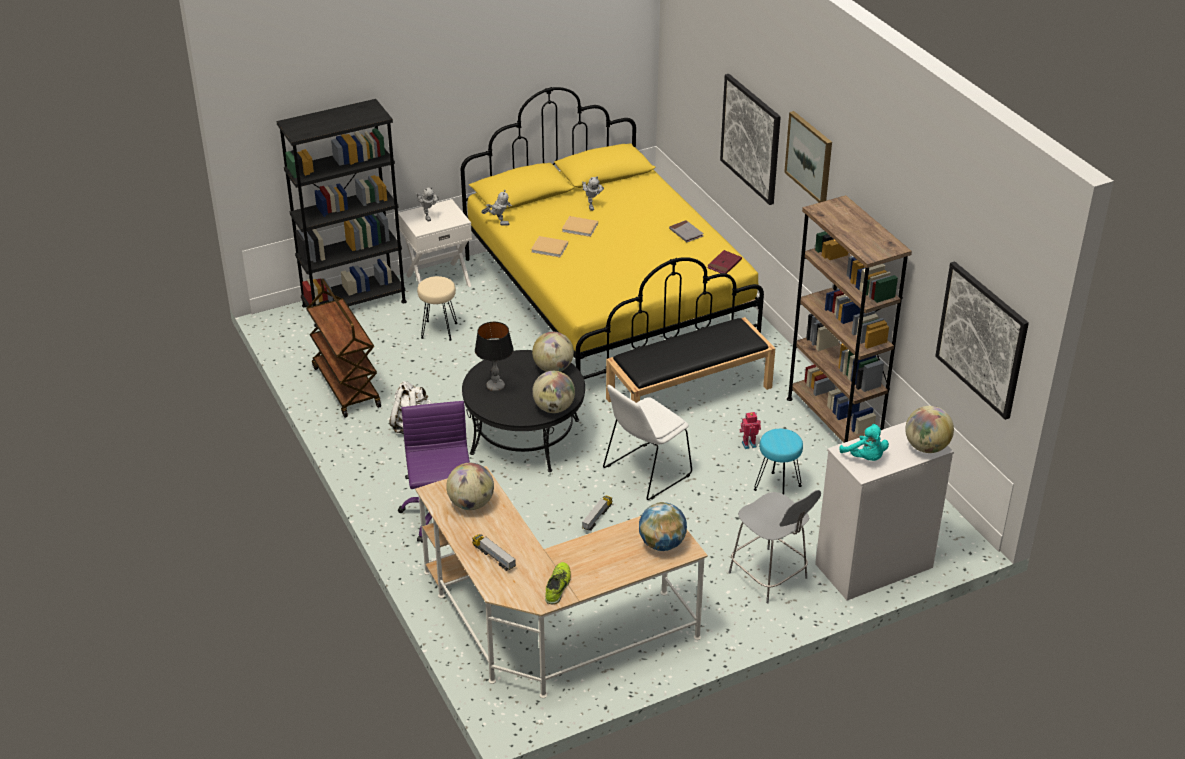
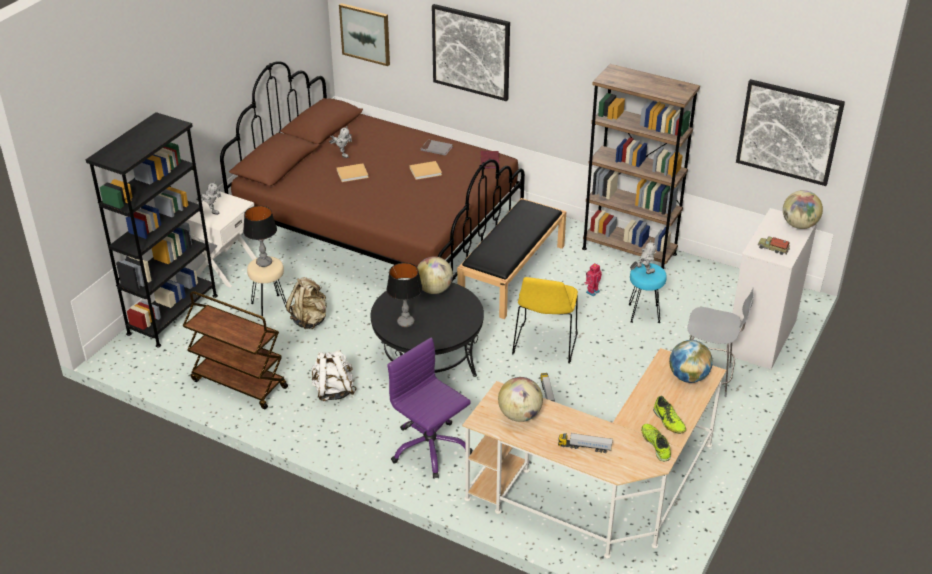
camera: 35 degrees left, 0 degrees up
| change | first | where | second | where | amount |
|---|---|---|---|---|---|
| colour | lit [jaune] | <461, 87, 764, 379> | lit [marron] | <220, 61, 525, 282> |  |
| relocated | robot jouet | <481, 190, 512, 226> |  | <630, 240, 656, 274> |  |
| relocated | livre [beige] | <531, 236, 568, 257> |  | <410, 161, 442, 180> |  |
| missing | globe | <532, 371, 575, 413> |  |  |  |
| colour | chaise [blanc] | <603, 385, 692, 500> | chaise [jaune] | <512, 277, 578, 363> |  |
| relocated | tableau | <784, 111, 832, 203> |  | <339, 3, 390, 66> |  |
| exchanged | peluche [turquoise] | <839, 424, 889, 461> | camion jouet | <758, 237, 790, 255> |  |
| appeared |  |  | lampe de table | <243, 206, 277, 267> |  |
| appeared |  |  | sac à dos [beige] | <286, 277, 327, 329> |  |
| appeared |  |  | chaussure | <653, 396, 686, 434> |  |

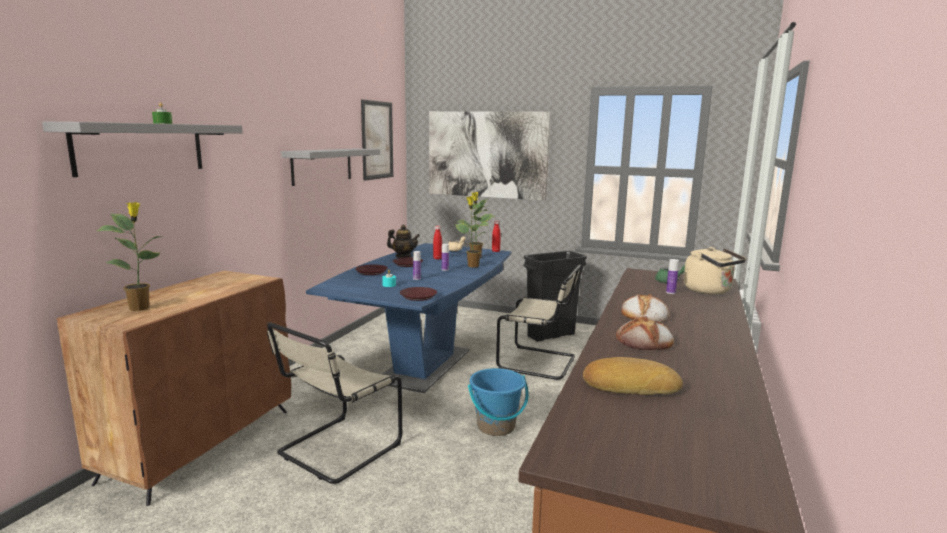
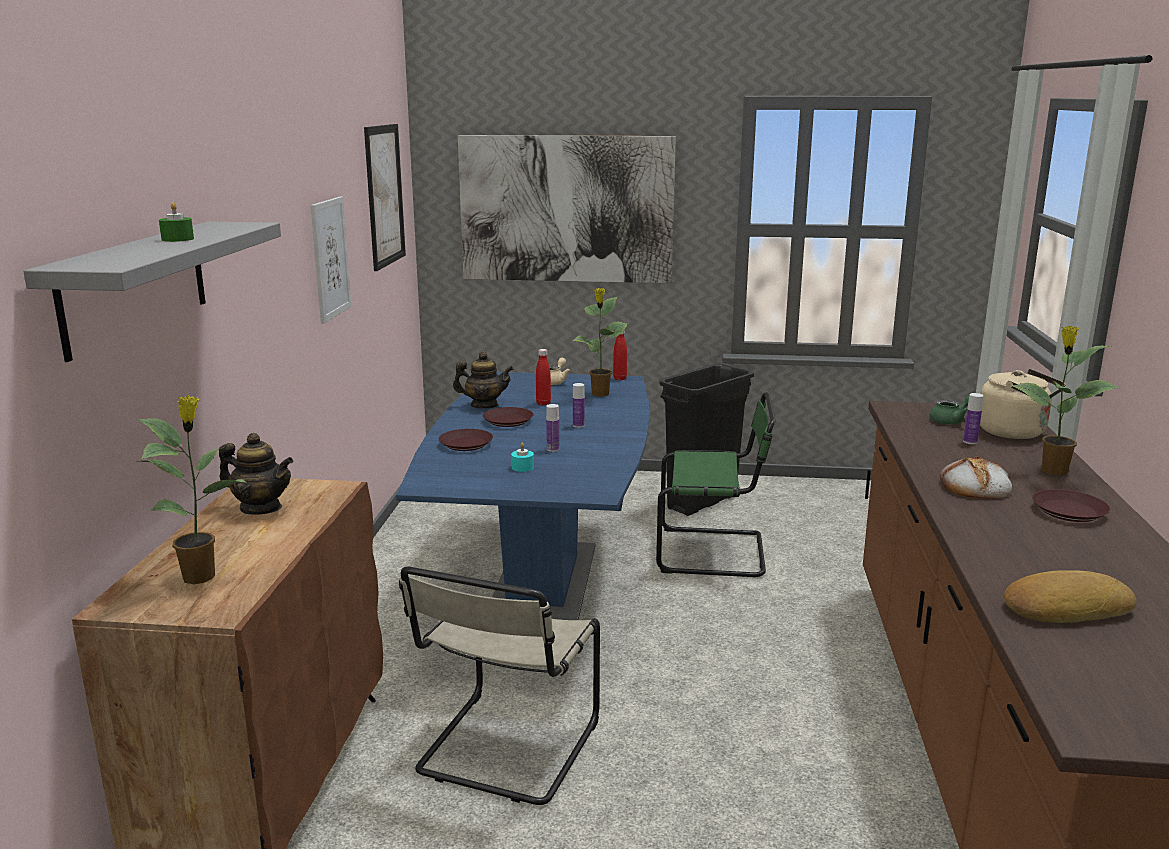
camera: 15 degrees left, 5 degrees up
| change | first | where | second | where | amount |
|---|---|---|---|---|---|
| exchanged | étagère [gris] | <281, 148, 380, 186> | tableau | <311, 197, 351, 323> |  |
| relocated | assiette [marron] | <400, 287, 437, 301> |  | <1032, 489, 1110, 522> |  |
| relocated | plante en pot | <455, 196, 489, 268> |  | <1011, 326, 1120, 476> |  |
| missing | seau [bleu] | <468, 368, 529, 436> |  |  |  |
| colour | chaise [beige] | <496, 264, 581, 380> | chaise [vert] | <656, 392, 776, 577> |  |
| missing | pain | <616, 316, 674, 350> |  |  |  |
| appeared |  |  | théière | <219, 433, 293, 515> |  |

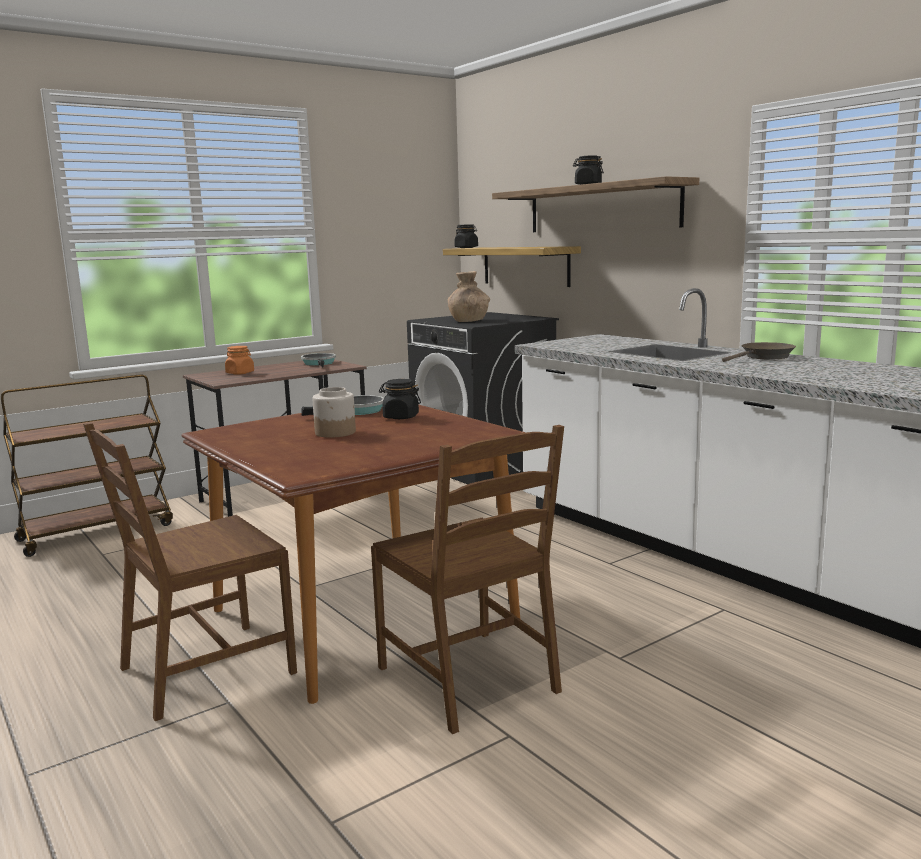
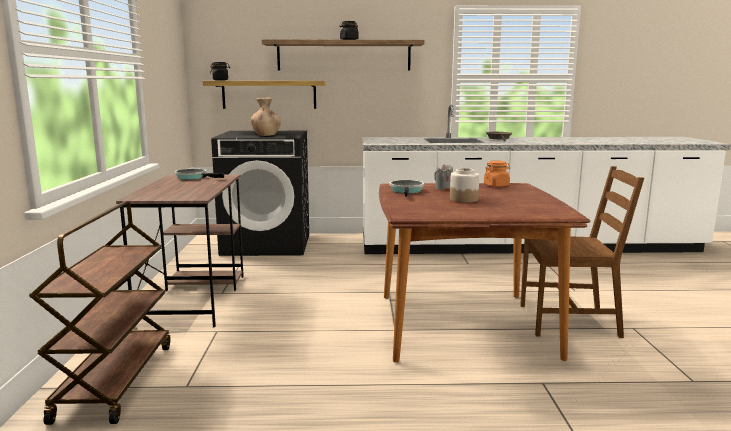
camera: 55 degrees left, 0 degrees up
| change | first | where | second | where | amount |
|---|---|---|---|---|---|
| missing | chaise [marron] | <83, 422, 297, 721> |  |  |  |
| relocated | bocal [orange] | <225, 346, 254, 375> |  | <484, 161, 510, 187> |  |
| exchanged | bocal [noir] | <379, 379, 421, 419> | bougie [gris] | <434, 164, 453, 190> |  |

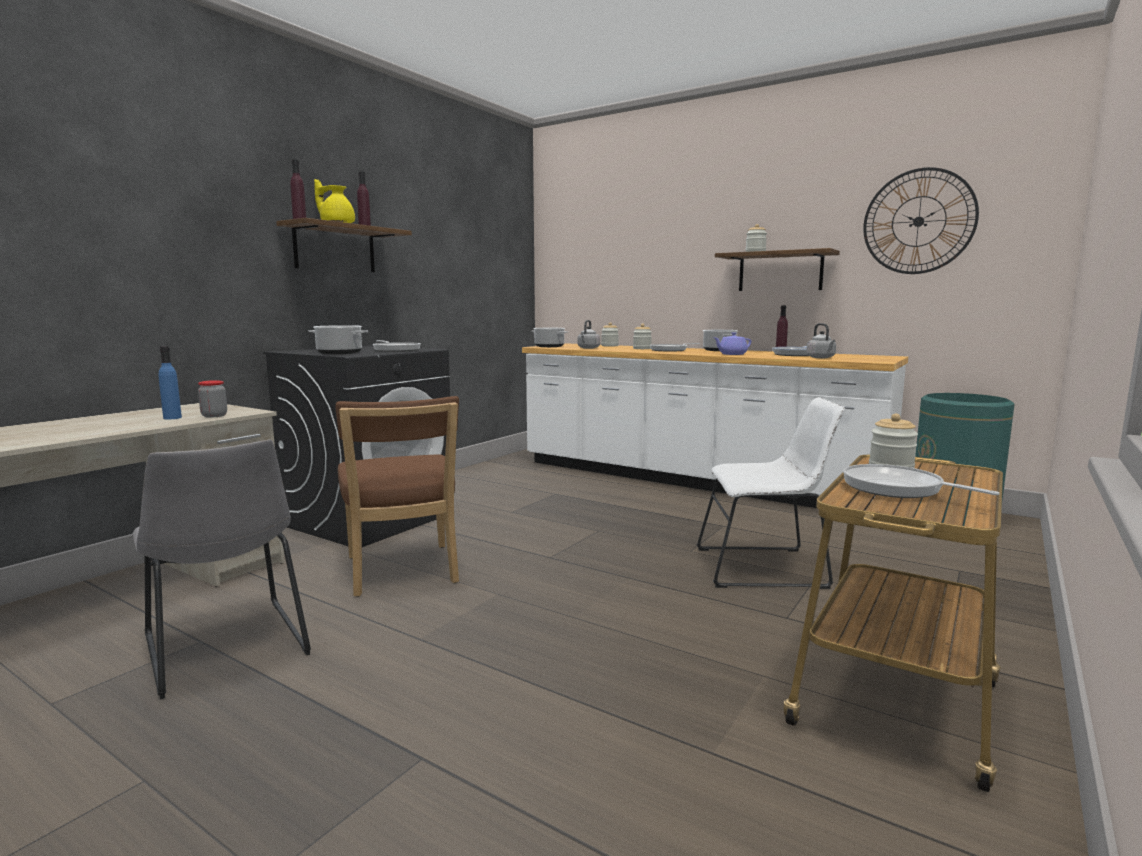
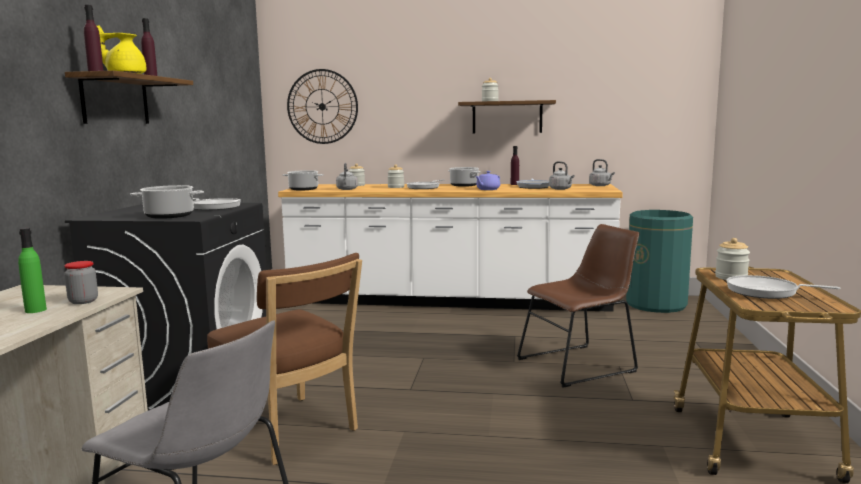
camera: 25 degrees left, 0 degrees up
| change | first | where | second | where | amount |
|---|---|---|---|---|---|
| colour | bouteille [bleu] | <158, 346, 182, 420> | bouteille [vert] | <18, 228, 47, 313> |  |
| colour | chaise [blanc] | <696, 397, 845, 589> | chaise [marron] | <517, 224, 640, 388> |  |
| relocated | horloge murale | <863, 167, 979, 274> |  | <287, 69, 358, 144> |  |
| appeared |  |  | bouilloire [gris] | <589, 159, 615, 186> |  |

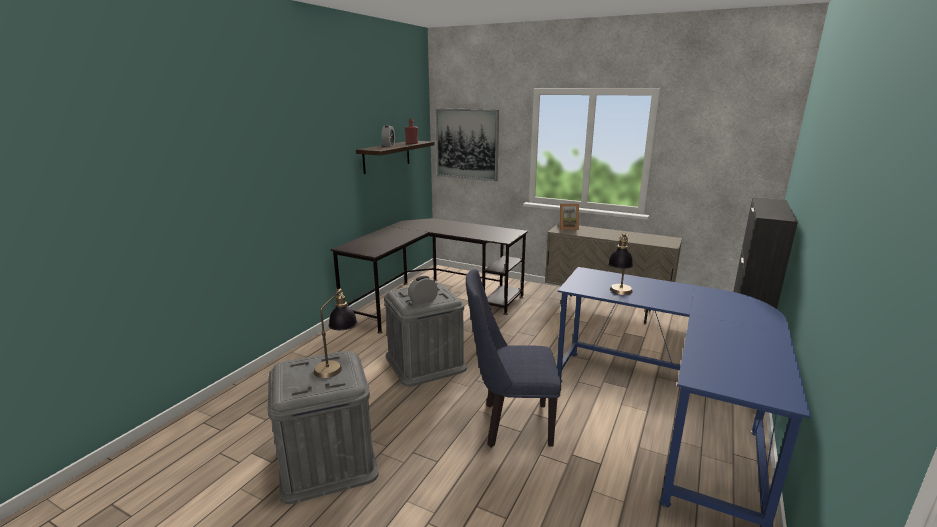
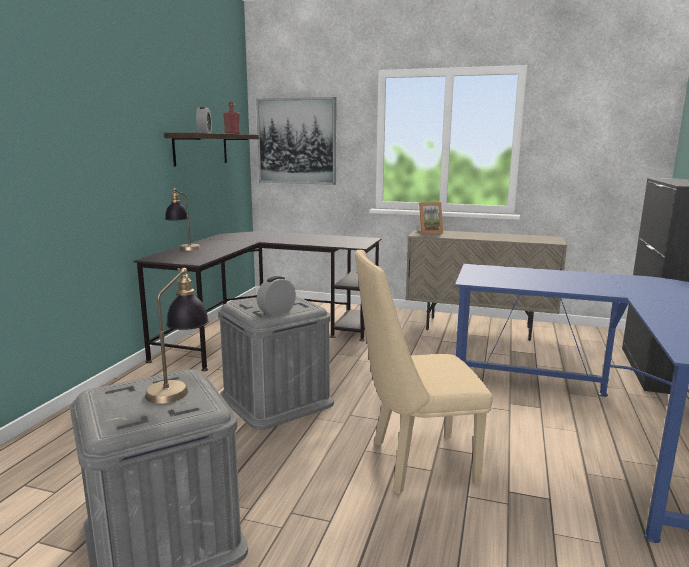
camera: 10 degrees left, 5 degrees down
| change | first | where | second | where | amount |
|---|---|---|---|---|---|
| colour | chaise [bleu] | <466, 269, 561, 448> | chaise [beige] | <355, 250, 493, 494> |  |
| relocated | lampe de table | <608, 233, 633, 295> |  | <165, 188, 201, 251> |  |

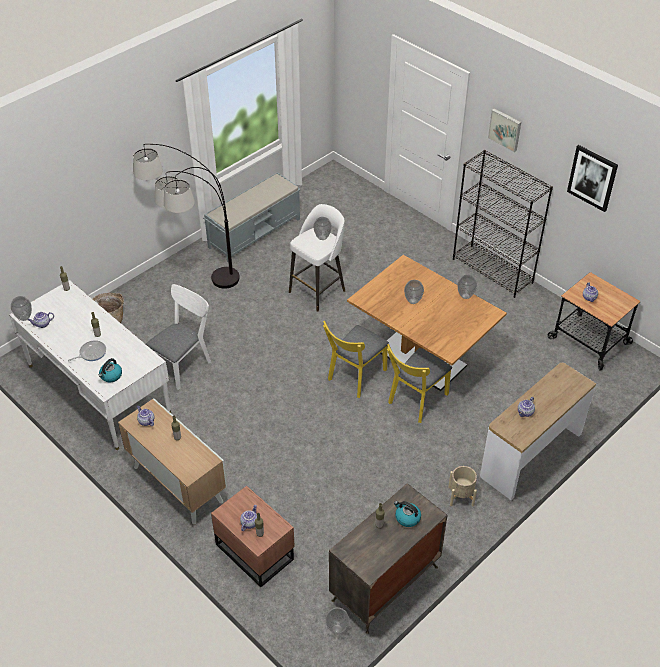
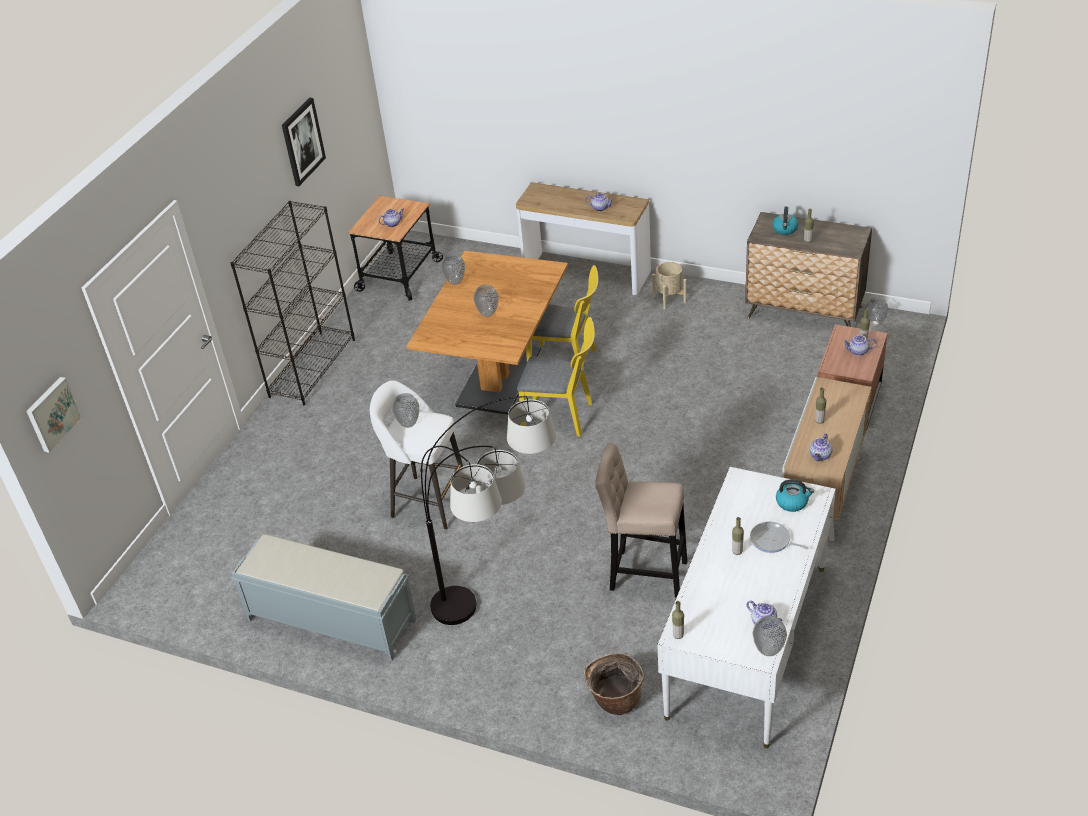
camera: 110 degrees left, 5 degrees down
| change | first | where | second | where | amount |
|---|---|---|---|---|---|
| exchanged | chaise [blanc] | <146, 284, 211, 390> | tabouret [beige] | <595, 442, 687, 598> |  |
| relocated | tableau | <488, 108, 521, 152> |  | <26, 377, 82, 453> |  |

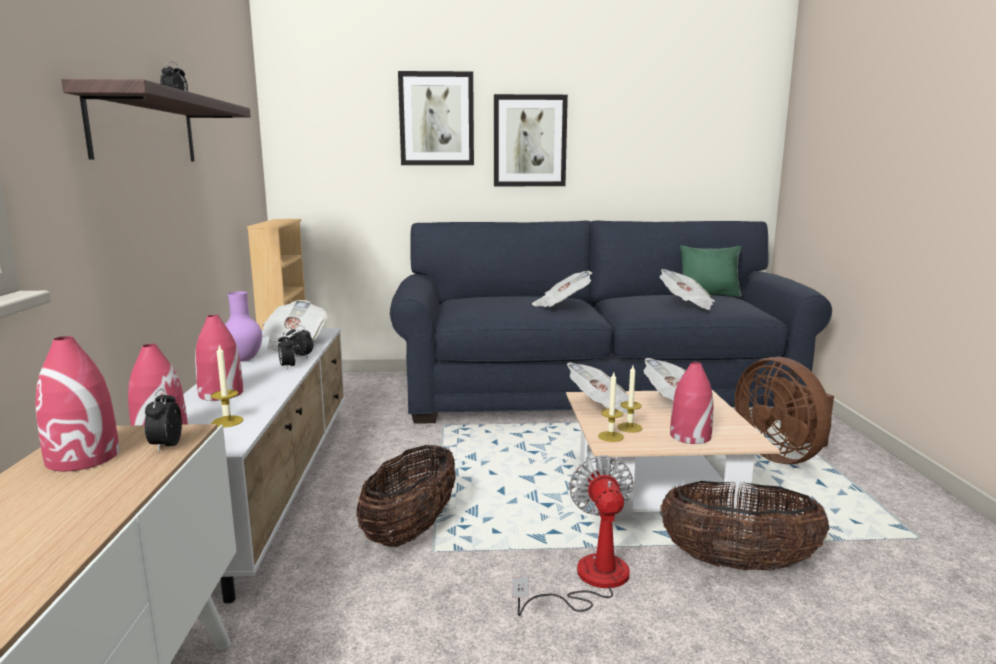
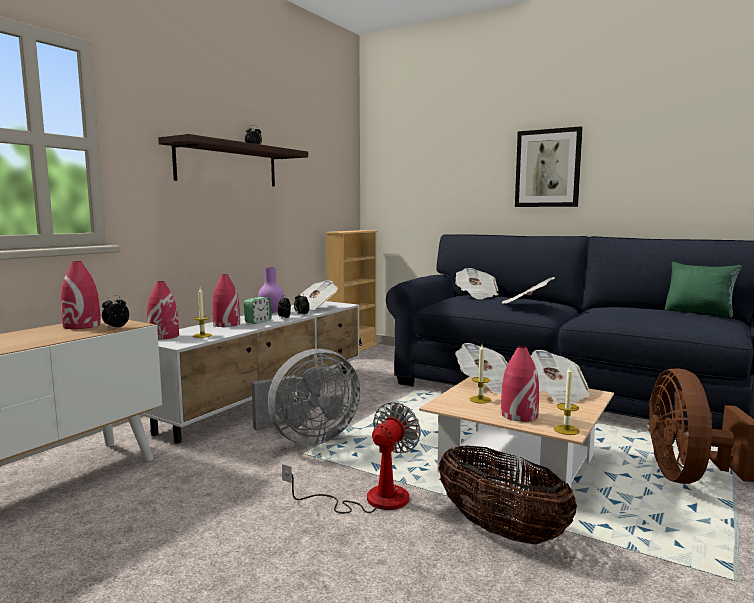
camera: 35 degrees right, 5 degrees down
| change | first | where | second | where | amount |
|---|---|---|---|---|---|
| exchanged | panier | <356, 445, 456, 547> | ventilateur [gris] | <252, 349, 360, 445> |  |
| missing | tableau | <398, 71, 474, 165> |  |  |  |
| relocated | bougie | <598, 372, 624, 442> |  | <554, 366, 580, 435> |  |
| relocated | journal | <660, 269, 715, 310> |  | <455, 268, 498, 299> |  |
| appeared |  |  | réveil | <244, 297, 272, 324> |  |

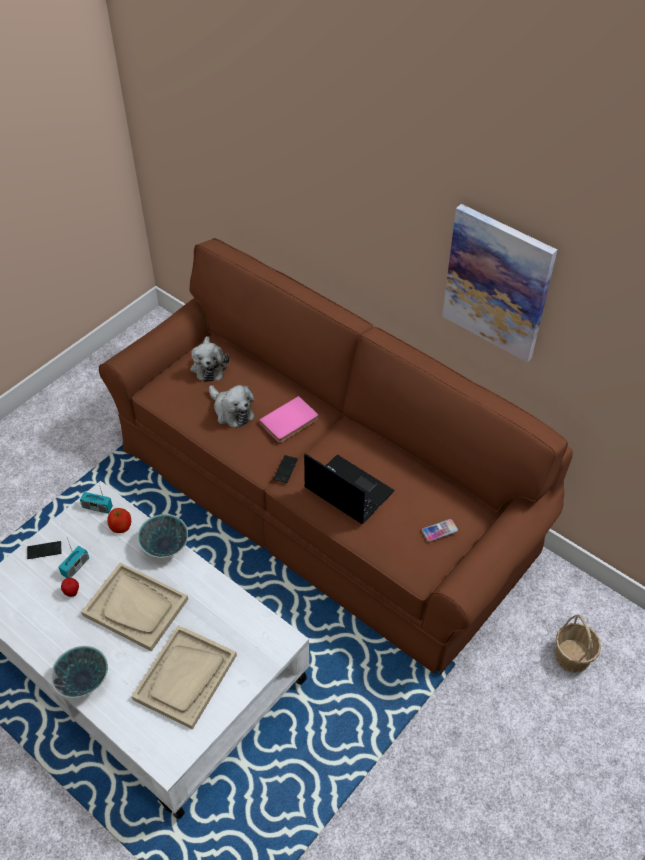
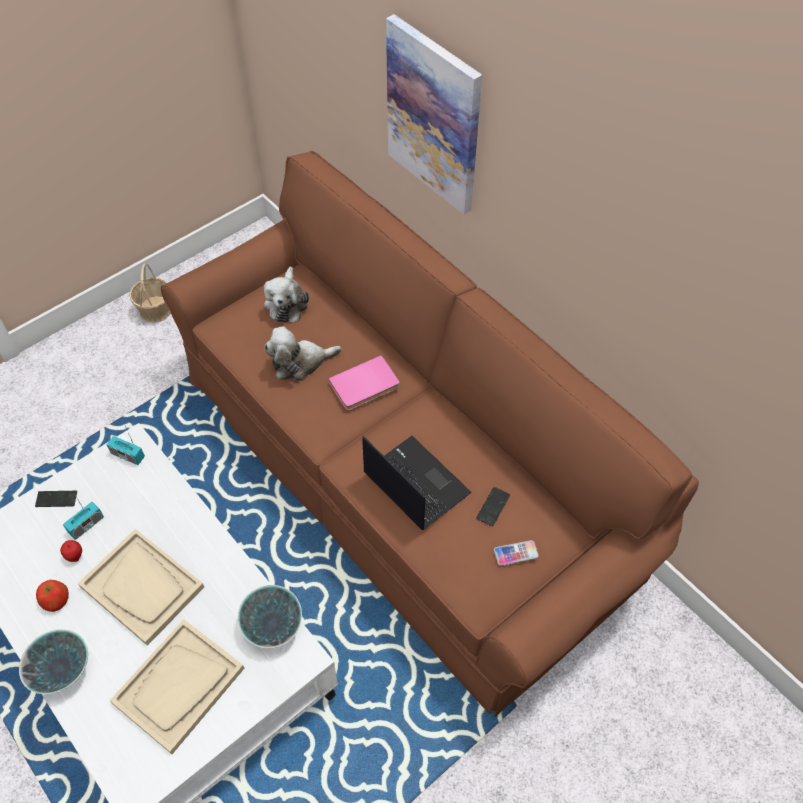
camera: 10 degrees right, 5 degrees up
| change | first | where | second | where | amount |
|---|---|---|---|---|---|
| relocated | pomme | <107, 508, 131, 533> |  | <36, 580, 69, 612> |  |
| relocated | bol | <138, 514, 188, 558> |  | <238, 585, 302, 648> |  |
| spun | peluche | <209, 385, 255, 427> |  | <264, 326, 342, 381> | 105 degrees clockwise |
| relocated | téléphone | <274, 455, 298, 483> |  | <476, 487, 510, 526> |  |
| relocated | tableau | <442, 204, 557, 362> |  | <386, 14, 482, 215> |  |
| relocated | panier | <555, 614, 601, 673> |  | <130, 264, 171, 323> |  |

